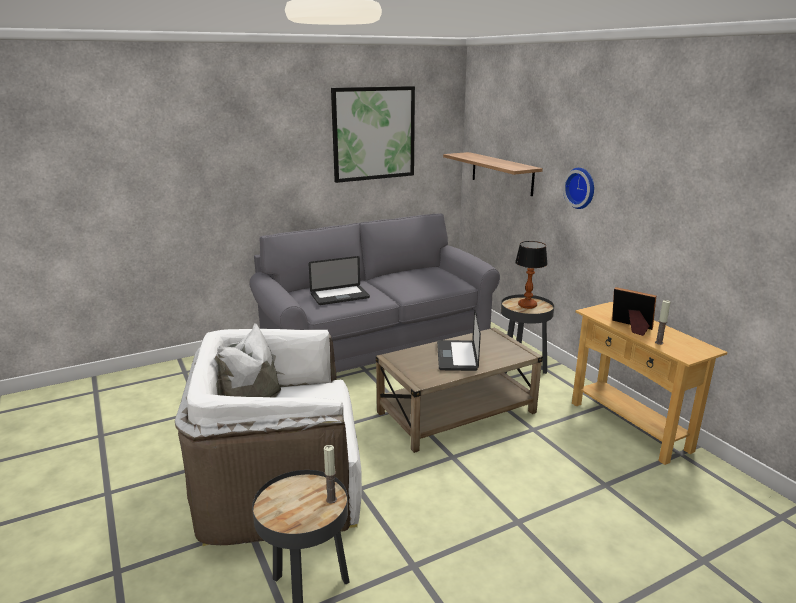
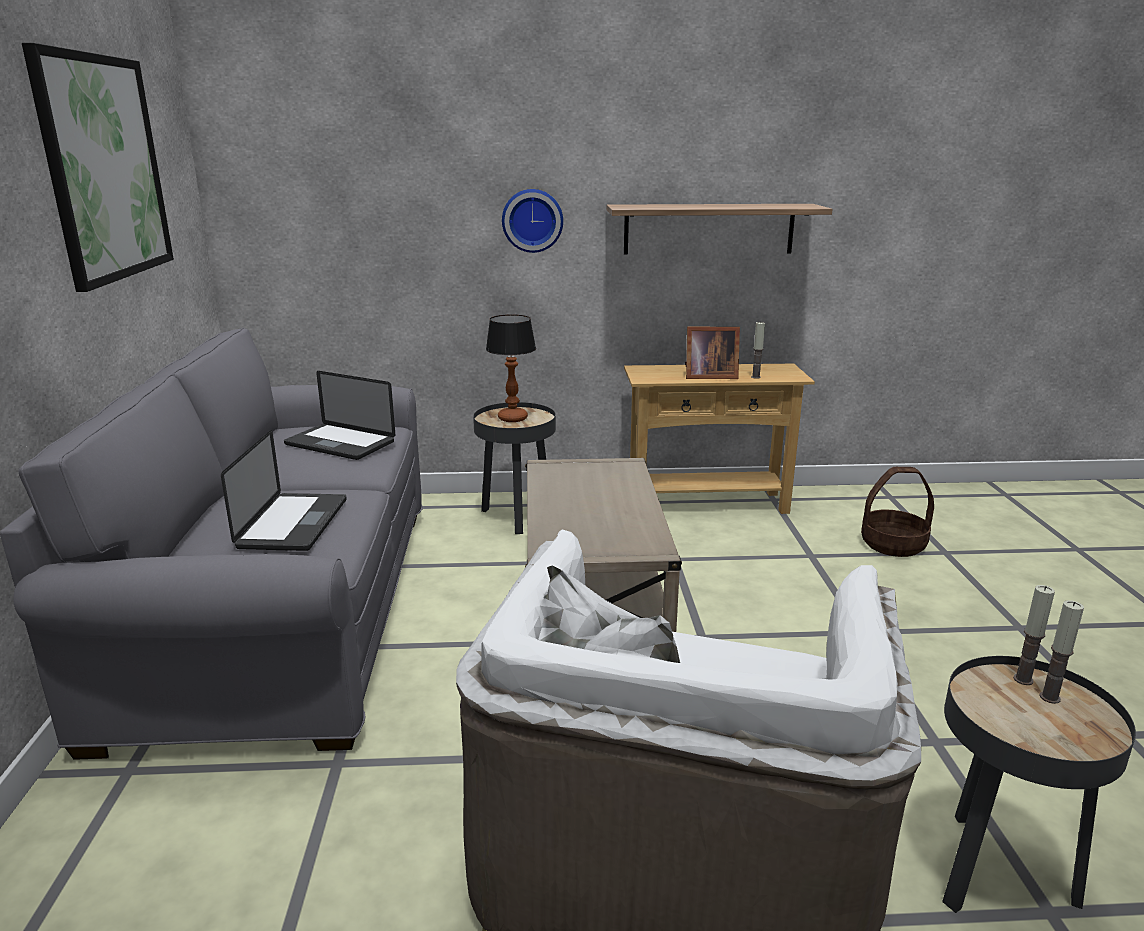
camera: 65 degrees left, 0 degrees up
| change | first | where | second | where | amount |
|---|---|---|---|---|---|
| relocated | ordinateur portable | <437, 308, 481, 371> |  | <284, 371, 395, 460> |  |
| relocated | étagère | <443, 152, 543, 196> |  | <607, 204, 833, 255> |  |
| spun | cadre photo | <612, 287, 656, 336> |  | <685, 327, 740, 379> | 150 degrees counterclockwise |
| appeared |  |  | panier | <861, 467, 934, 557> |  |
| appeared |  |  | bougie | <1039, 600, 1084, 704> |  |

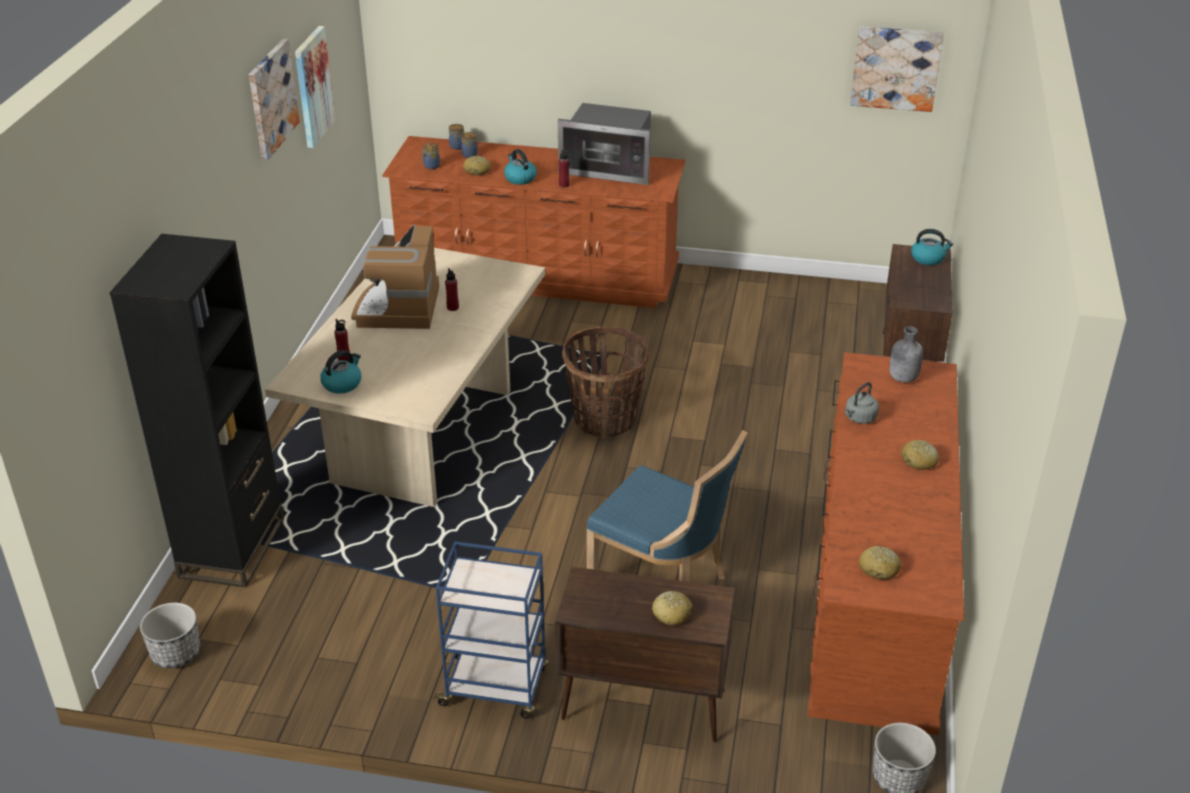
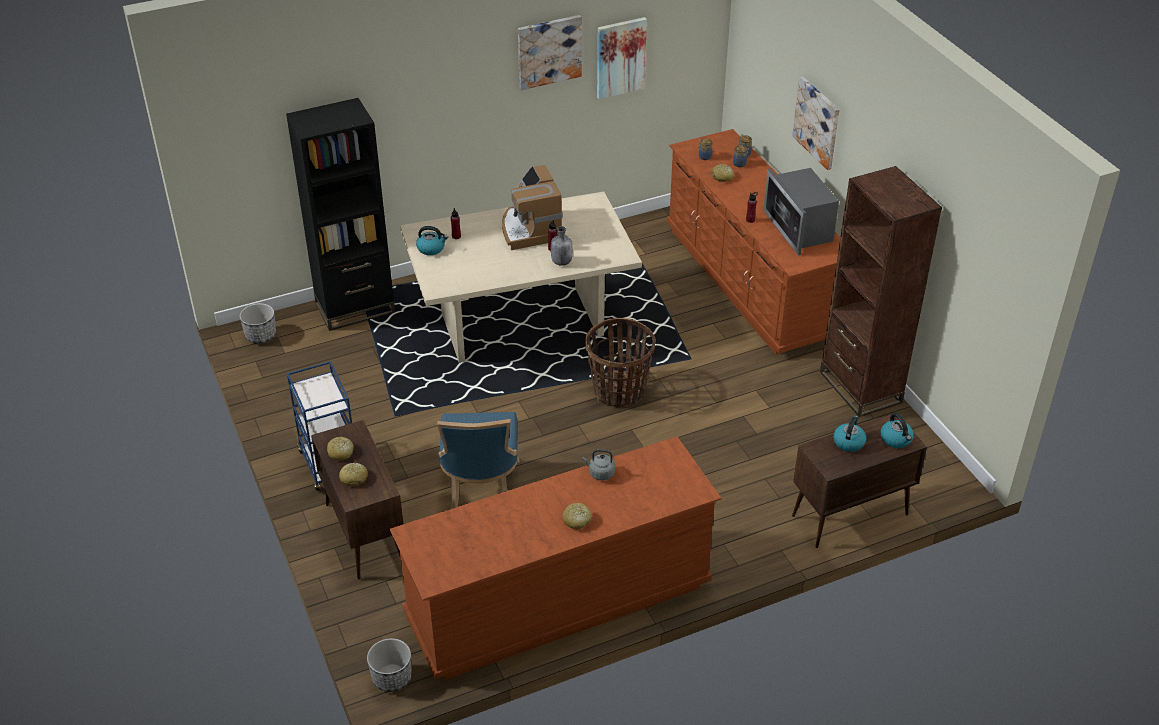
camera: 55 degrees right, 5 degrees up
| change | first | where | second | where | amount |
|---|---|---|---|---|---|
| spun | machine à café | <351, 225, 439, 329> |  | <502, 165, 563, 250> | 75 degrees counterclockwise |
| relocated | bouilloire | <504, 149, 537, 185> |  | <833, 416, 866, 452> |  |
| relocated | tableau | <850, 26, 944, 112> |  | <792, 77, 840, 170> |  |
| relocated | pain | <859, 546, 901, 580> |  | <327, 437, 354, 460> |  |
| relocated | bouteille [gris] | <890, 327, 923, 383> |  | <551, 226, 573, 266> |  |
| appeared |  |  | bibliothèque [marron] | <820, 166, 942, 417> |  |

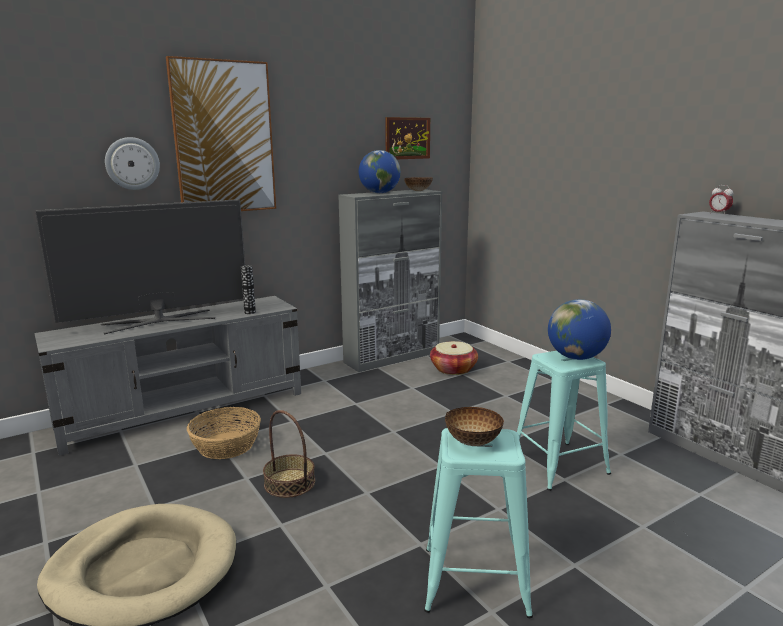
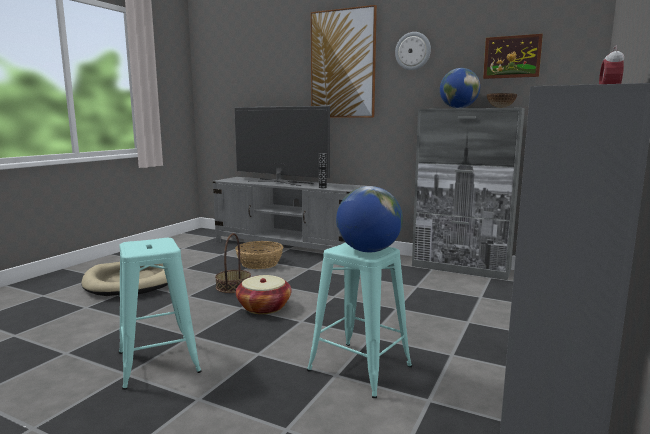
camera: 60 degrees right, 5 degrees down
| change | first | where | second | where | amount |
|---|---|---|---|---|---|
| relocated | horloge murale | <105, 137, 160, 190> |  | <395, 32, 431, 70> |  |
| relocated | panier | <430, 341, 478, 375> |  | <236, 275, 291, 314> |  |
| missing | bol | <445, 407, 504, 446> |  |  |  |

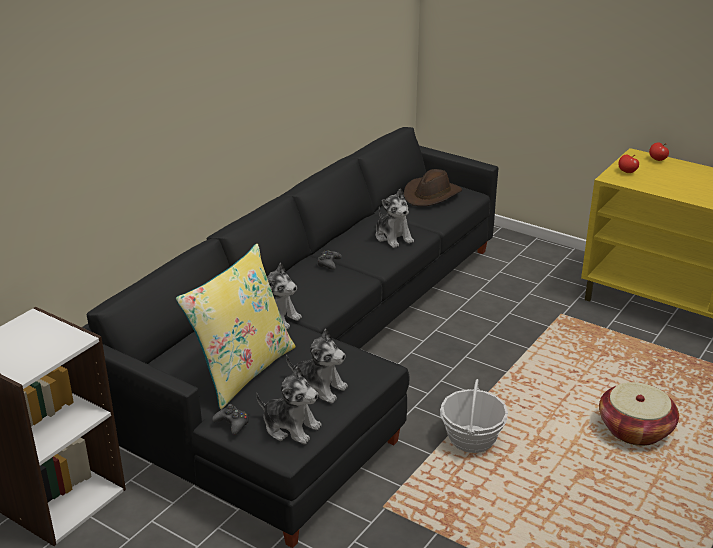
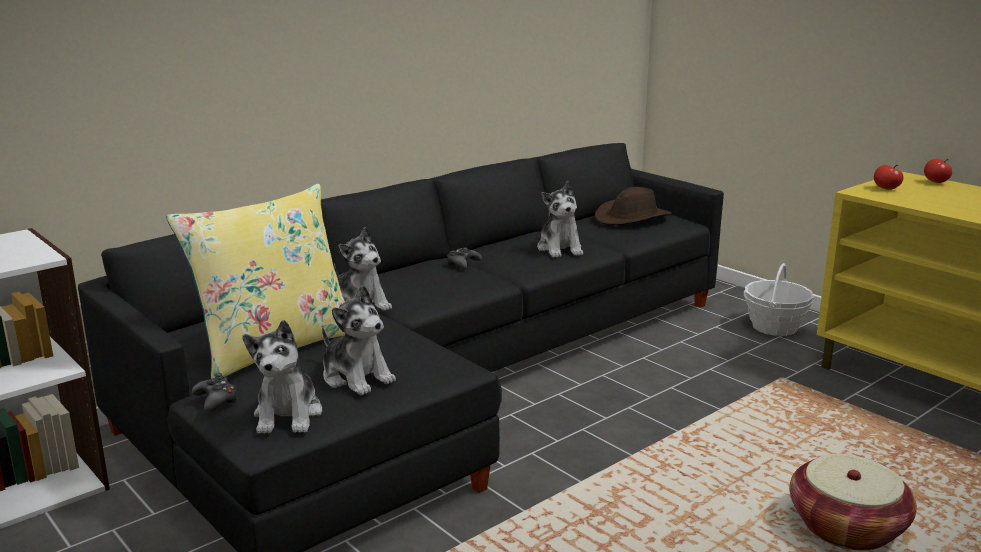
camera: 15 degrees right, 10 degrees down
| change | first | where | second | where | amount |
|---|---|---|---|---|---|
| spun | peluche | <256, 366, 322, 444> |  | <242, 320, 322, 434> | 45 degrees clockwise |
| relocated | panier | <440, 379, 508, 453> |  | <743, 263, 814, 336> |  |

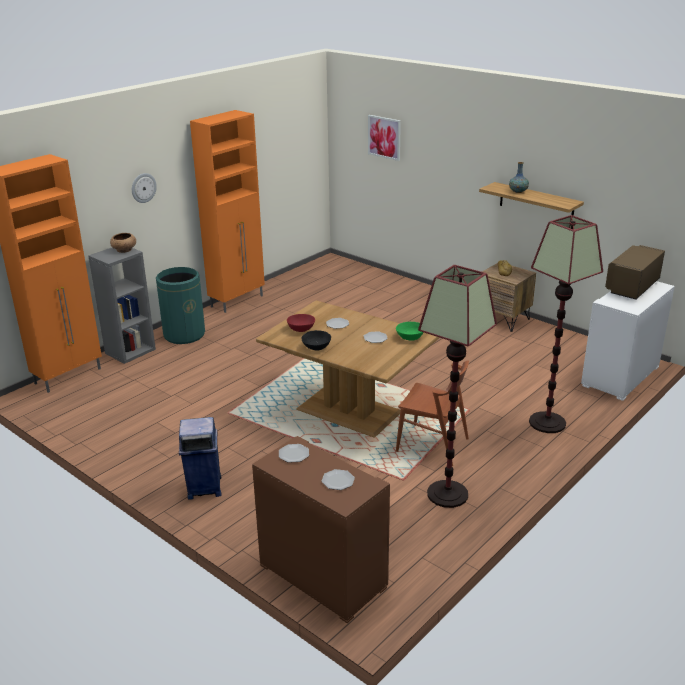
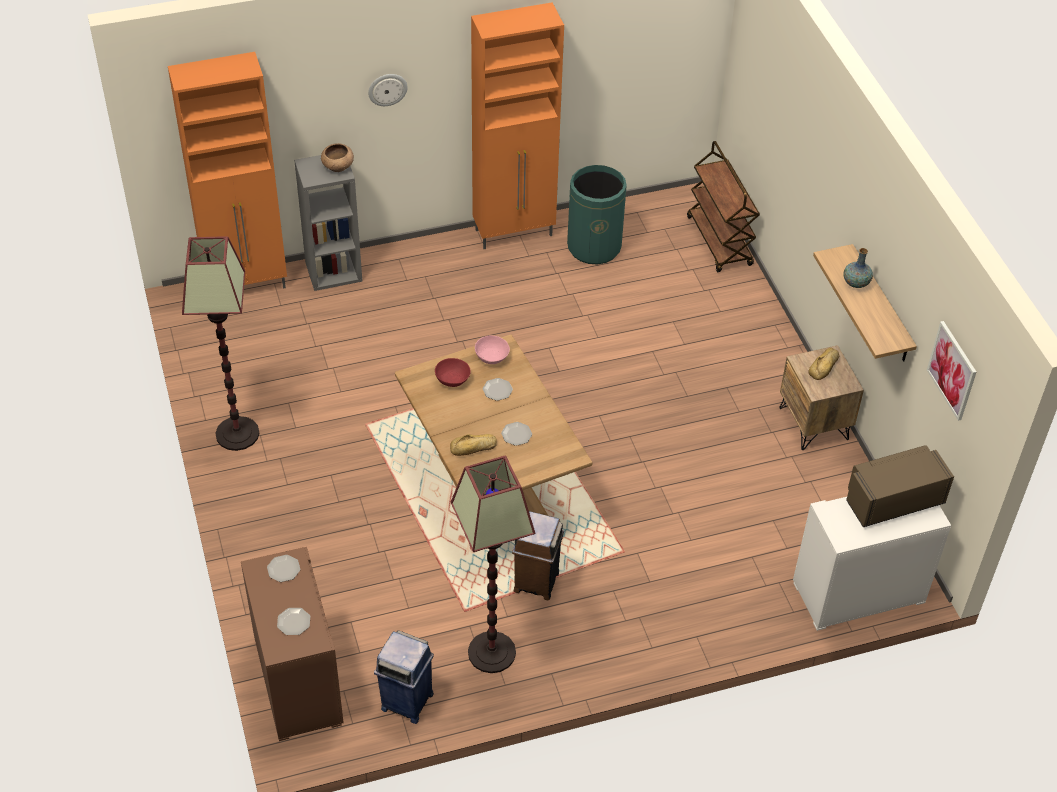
camera: 30 degrees right, 20 degrees up
| change | first | where | second | where | amount |
|---|---|---|---|---|---|
| relocated | poubelle [vert] | <156, 267, 205, 344> |  | <567, 165, 627, 264> |  |
| relocated | poubelle [bleu] | <179, 417, 222, 500> |  | <374, 630, 434, 724> |  |
| missing | bol [noir] | <302, 330, 331, 350> |  |  |  |
| relocated | tableau | <368, 115, 401, 161> |  | <927, 321, 976, 421> |  |
| missing | bol [vert] | <396, 322, 424, 340> |  |  |  |
| exchanged | chaise [marron] | <396, 360, 469, 466> | poubelle [marron] | <512, 511, 564, 601> |  |
| relocated | lampadaire | <529, 215, 603, 433> |  | <182, 236, 259, 451> |  |
| appeared |  |  | pain | <450, 434, 497, 456> |  |
| appeared |  |  | bol [rose] | <475, 336, 510, 364> |  |
| appeared |  |  | chariot [marron] | <687, 141, 760, 272> |  |

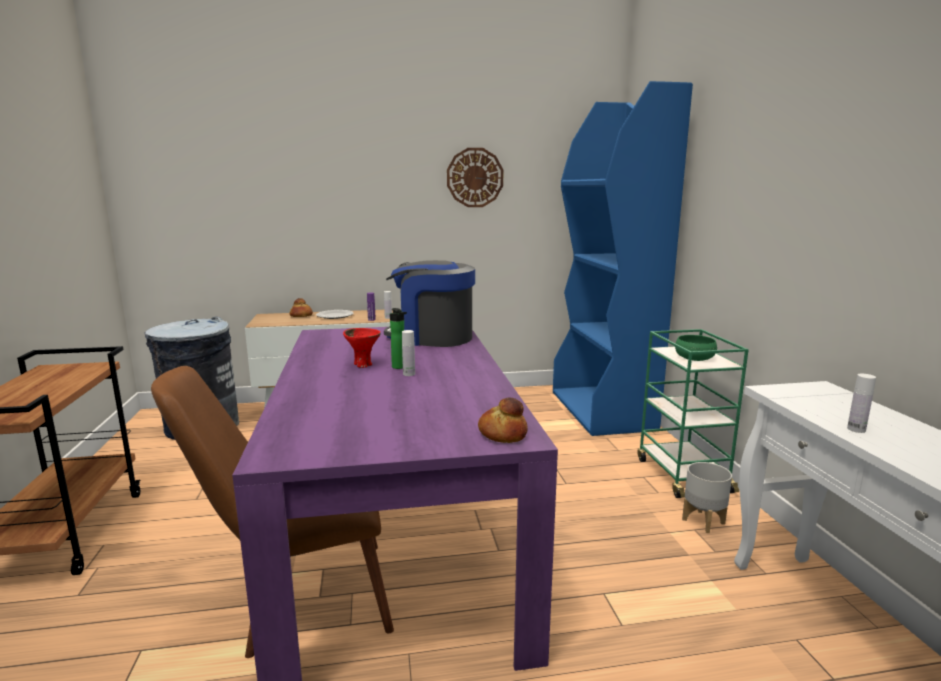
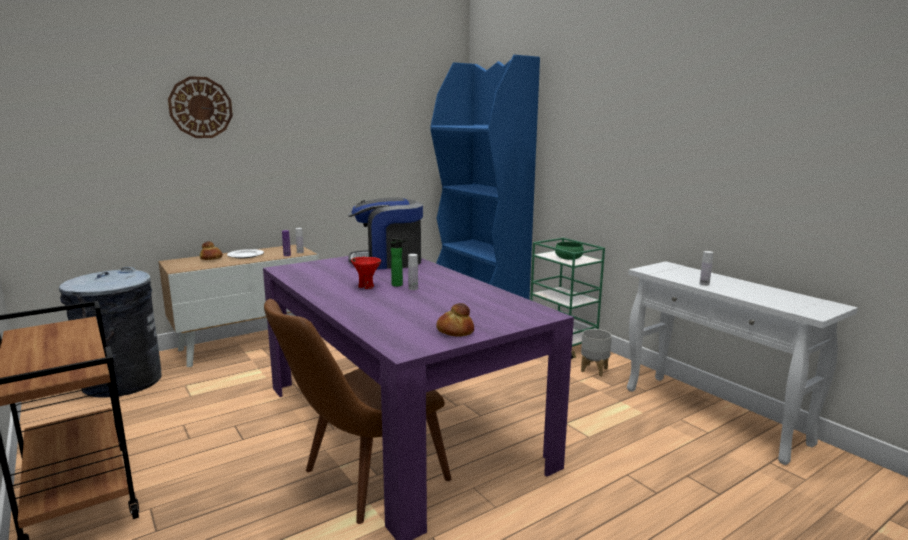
camera: 25 degrees left, 0 degrees up
| change | first | where | second | where | amount |
|---|---|---|---|---|---|
| relocated | horloge murale | <447, 148, 503, 207> |  | <168, 76, 233, 138> |  |
| relocated | pain | <478, 397, 528, 443> |  | <436, 303, 474, 337> |  |

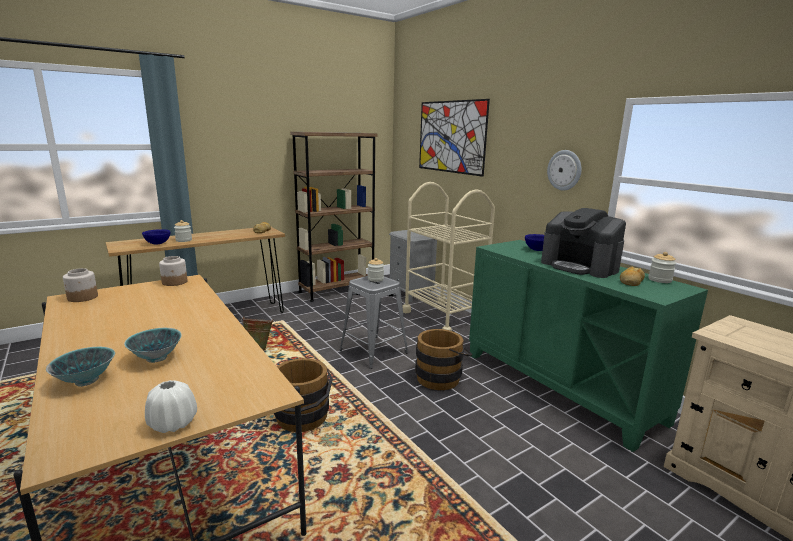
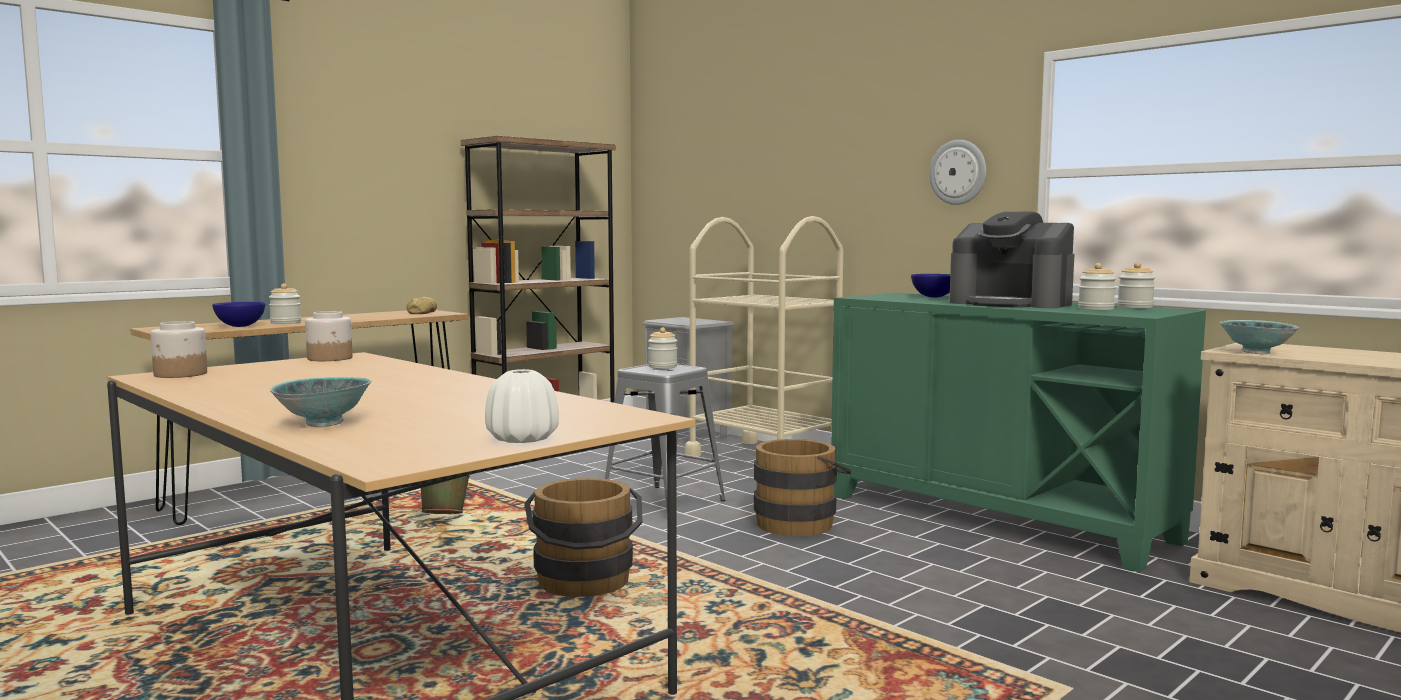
camera: 10 degrees left, 10 degrees down
| change | first | where | second | where | amount |
|---|---|---|---|---|---|
| relocated | bol | <124, 328, 182, 363> |  | <1220, 320, 1299, 354> |  |
| missing | tableau | <419, 99, 490, 177> |  |  |  |
| exchanged | pain | <620, 266, 645, 286> | bocal | <1078, 263, 1116, 310> |  |

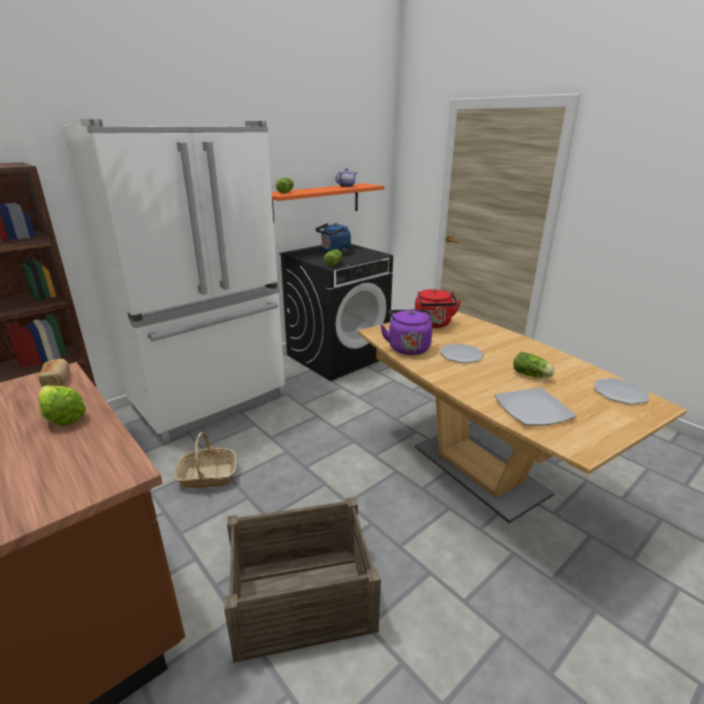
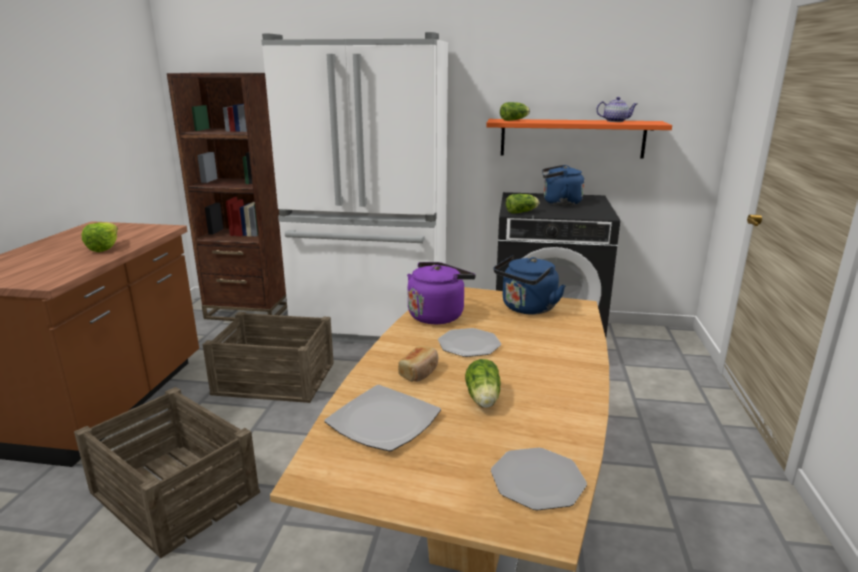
camera: 50 degrees right, 5 degrees down
| change | first | where | second | where | amount |
|---|---|---|---|---|---|
| relocated | pain | <38, 359, 70, 387> |  | <398, 346, 438, 382> |  |
| exchanged | panier | <175, 432, 237, 488> | caisse | <203, 312, 334, 403> |  |
| colour | bouilloire [rouge] | <415, 288, 461, 328> | bouilloire [bleu] | <494, 256, 566, 315> |  |

